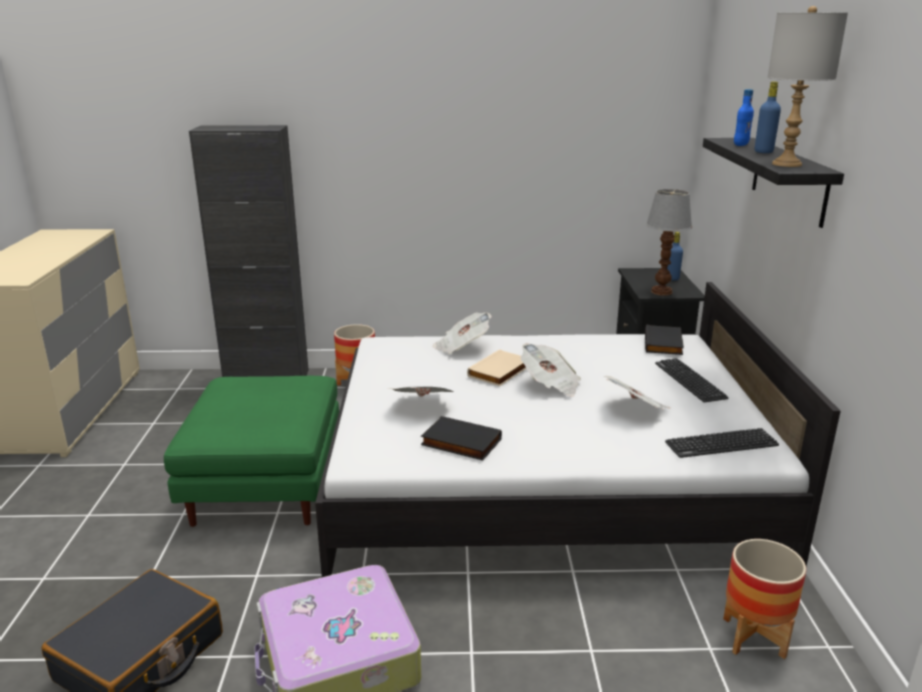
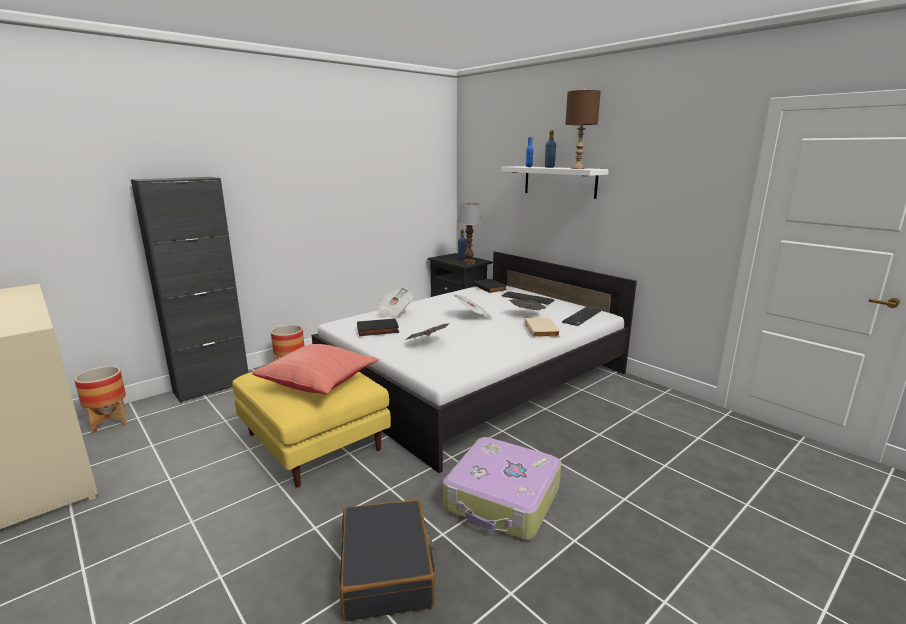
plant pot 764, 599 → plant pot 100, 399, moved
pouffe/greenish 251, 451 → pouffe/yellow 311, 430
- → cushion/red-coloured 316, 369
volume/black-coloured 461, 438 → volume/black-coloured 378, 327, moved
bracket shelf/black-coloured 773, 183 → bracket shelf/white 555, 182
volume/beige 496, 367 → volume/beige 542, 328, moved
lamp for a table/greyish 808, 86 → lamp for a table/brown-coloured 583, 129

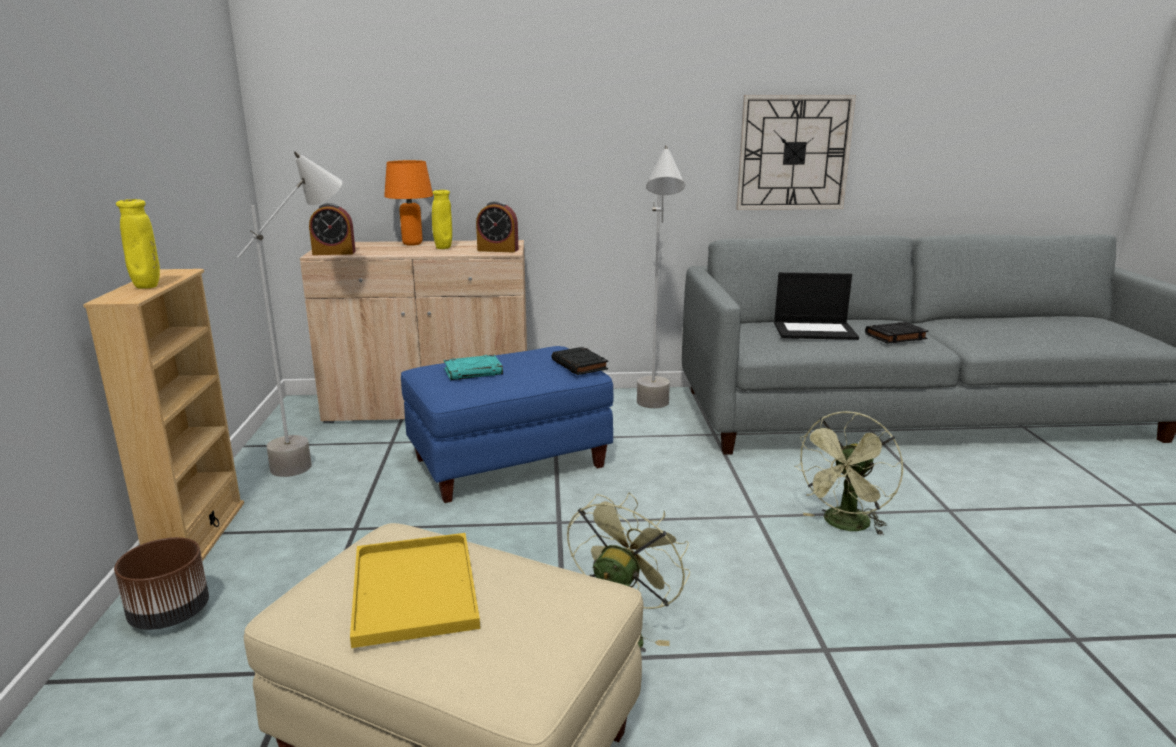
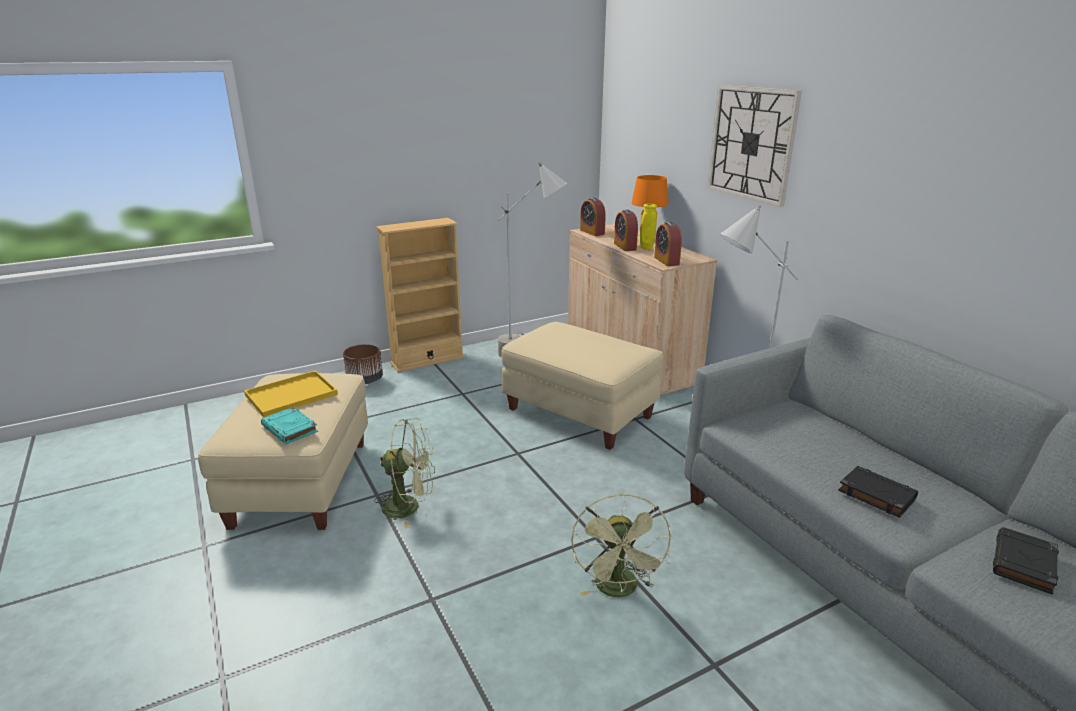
volume/turquoise-coloured 473, 367 → volume/turquoise-coloured 289, 425, moved
pouffe/bluish 507, 424 → pouffe/beige 582, 386
cooling fan/greenish 848, 473 → cooling fan/greenish 621, 546, 105 degrees counterclockwise
- → alarm clock 626, 230
hanging clock 796, 152 → hanging clock 754, 146, moved
volume/black-coloured 580, 361 → volume/black-coloured 1026, 561, moved
decorative vase/yellow 138, 244 → -
laptop 816, 306 → -

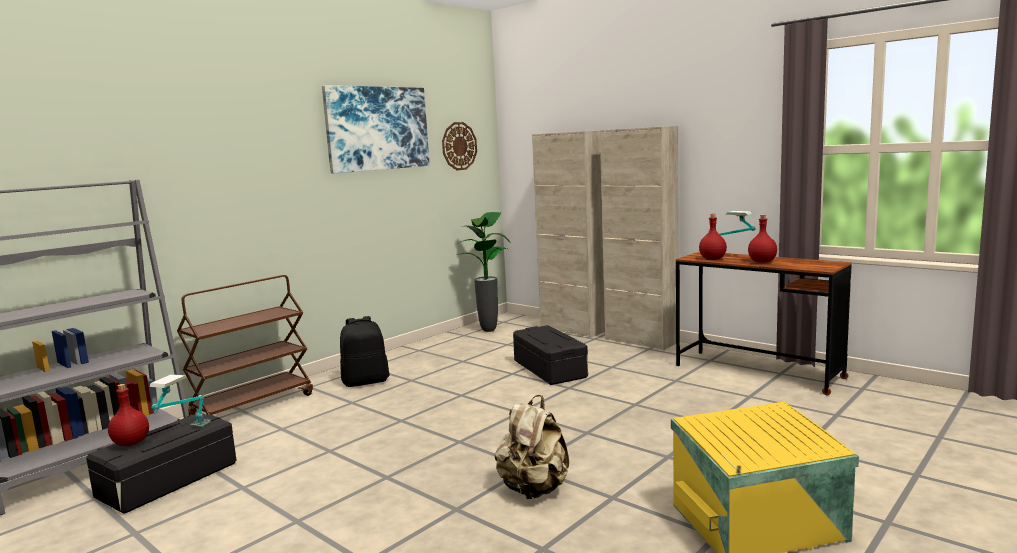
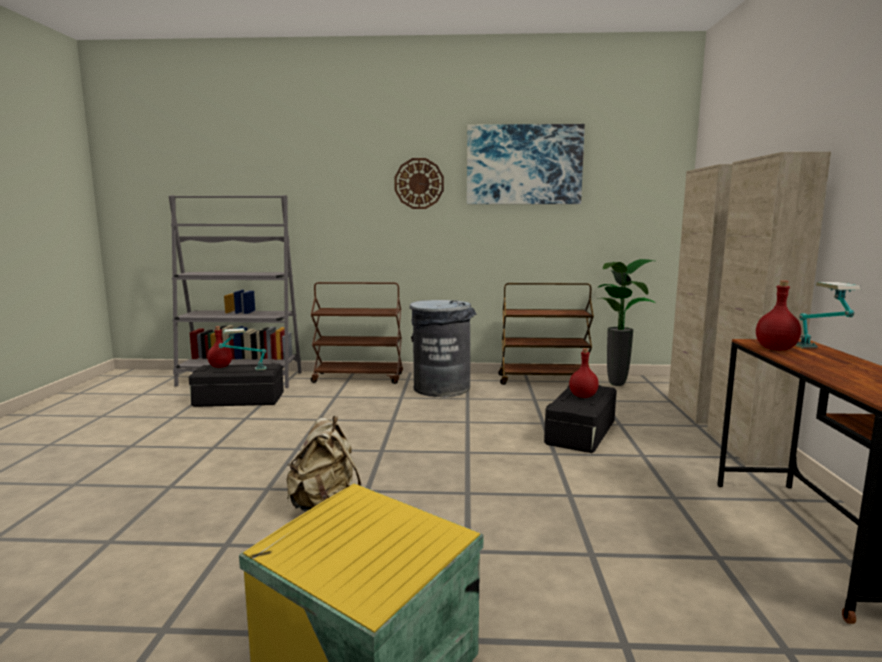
hanging clock 459, 146 → hanging clock 419, 183, moved
backpack/black-coloured 365, 351 → waste bin/greyish 443, 348
- → cart/brown-coloured 546, 334
drink bottle/red-coloured 762, 239 → drink bottle/red-coloured 584, 373, moved

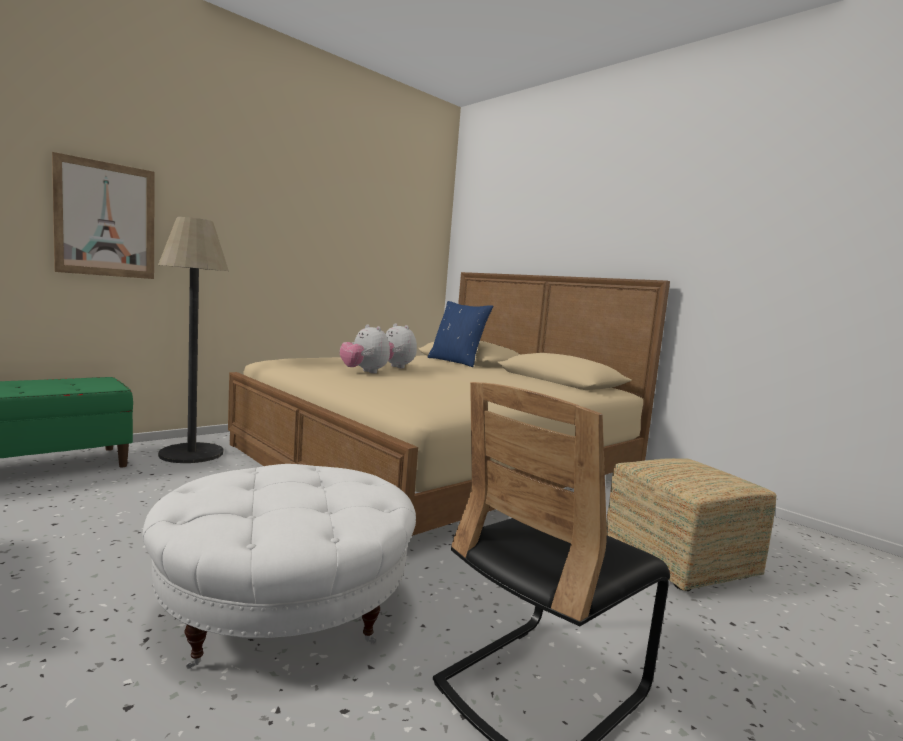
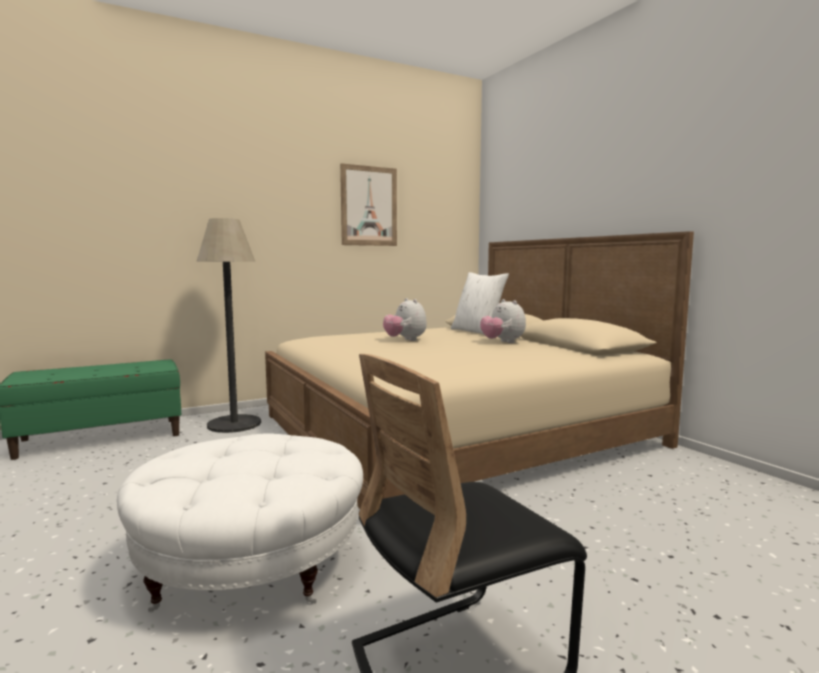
wall art 103, 215 → wall art 368, 204, moved
cushion/bluish 460, 334 → cushion/white 480, 303
plush toy 365, 348 → plush toy 503, 321, moved
pouffe 691, 524 → -

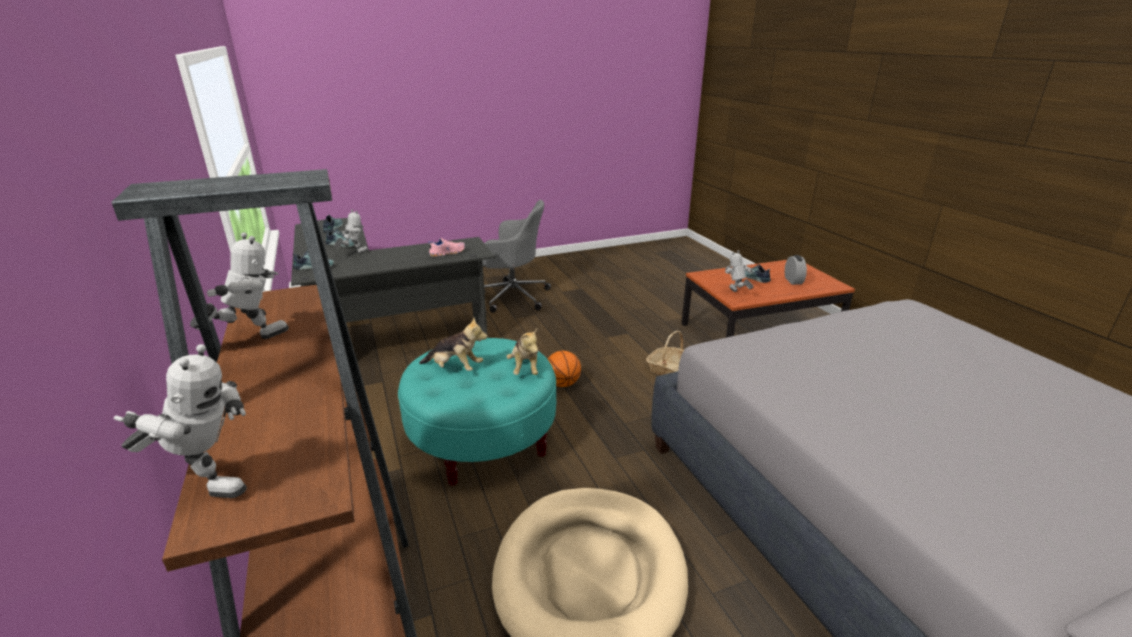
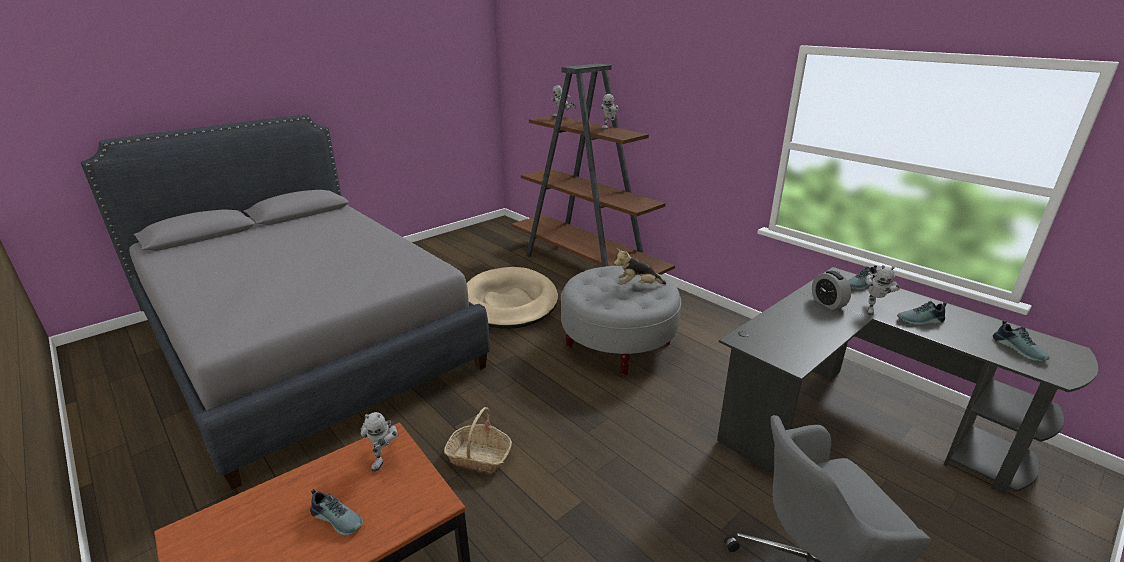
model robot 739, 271 → model robot 380, 442, 45 degrees clockwise
pouffe/turquoise-coloured 477, 412 → pouffe/greyish 621, 321
alarm clock 796, 270 → alarm clock 831, 290, moved
item of footwear/pink 447, 247 → -
plush toy 522, 352 → -
basketball ball 564, 369 → -

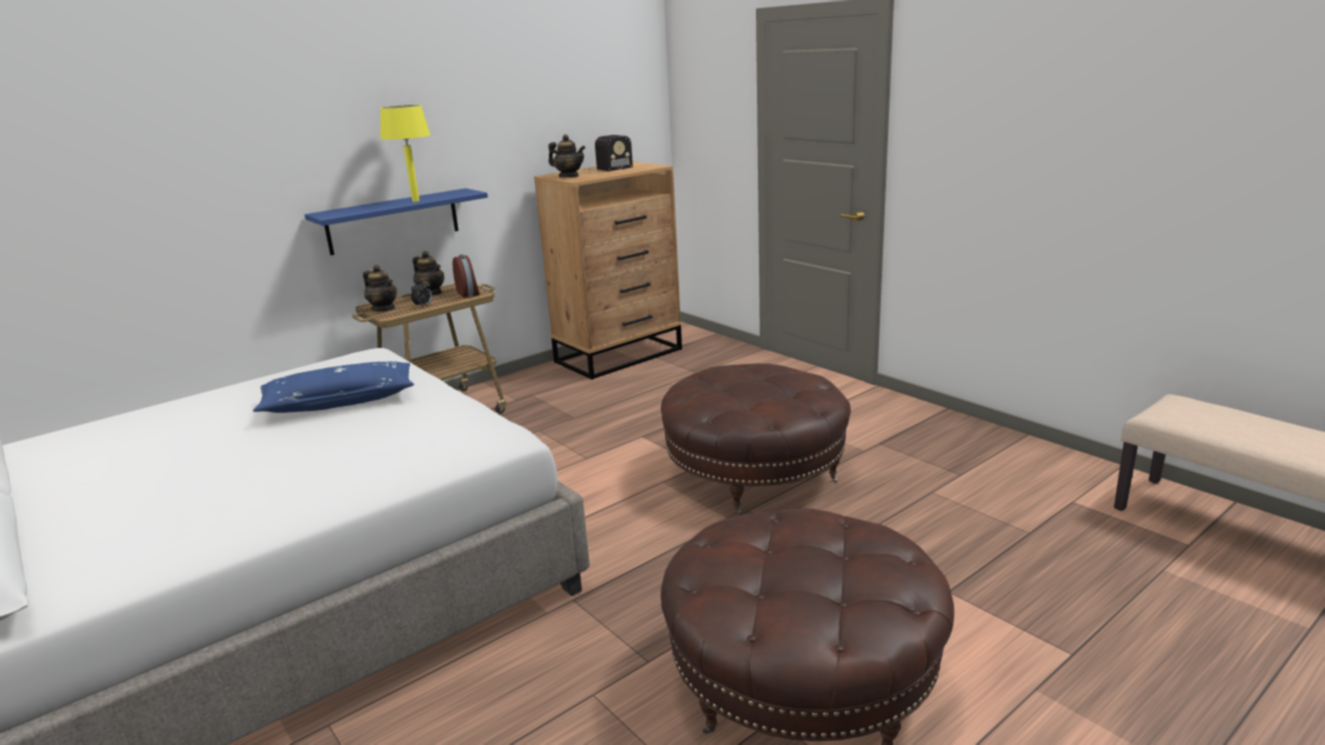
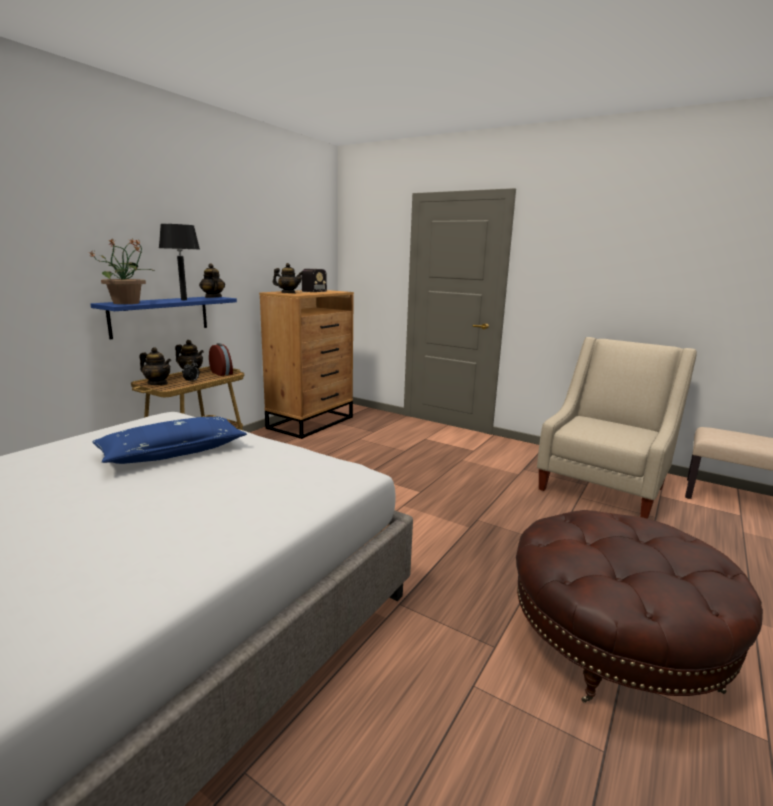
- → plant in a pot 121, 271
lamp for a table/yellow 405, 153 → lamp for a table/black-coloured 179, 262
- → teapot 212, 280
- → armchair/beige 617, 428
pouffe/brown-coloured 756, 438 → -

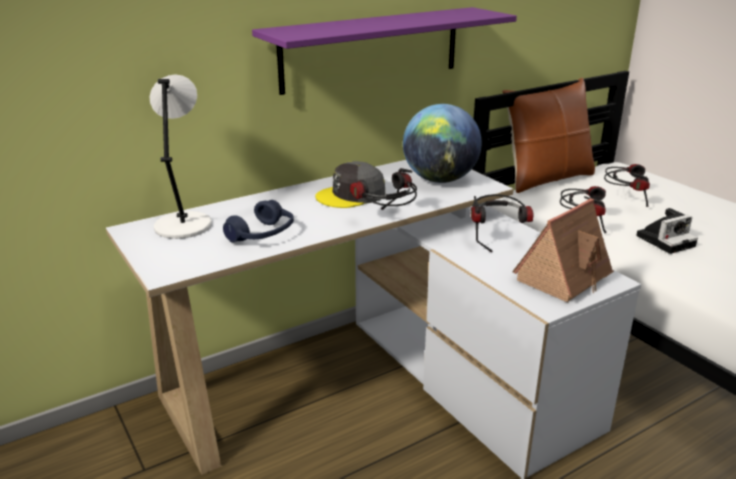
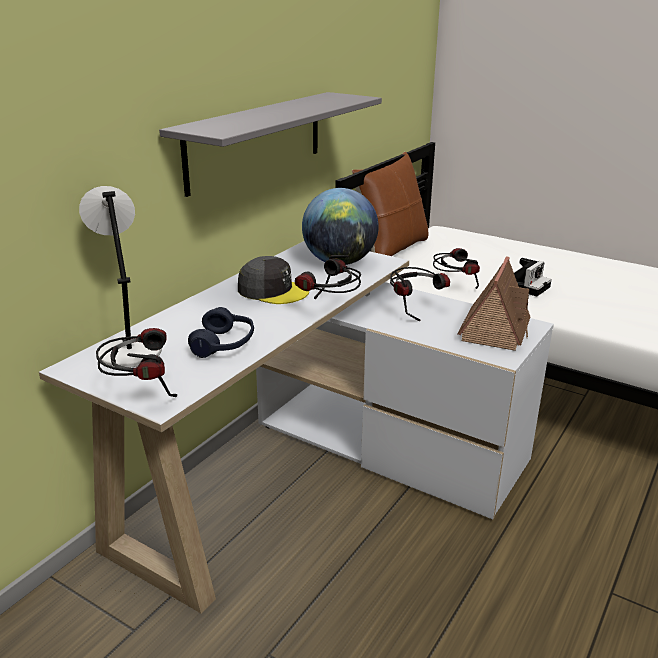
pair of headphones 627, 185 → pair of headphones 136, 362, moved
bracket shelf/purple-coloured 384, 51 → bracket shelf/greyish 270, 144
baseball cap/greyish 350, 184 → baseball cap/greyish 273, 280, 105 degrees counterclockwise

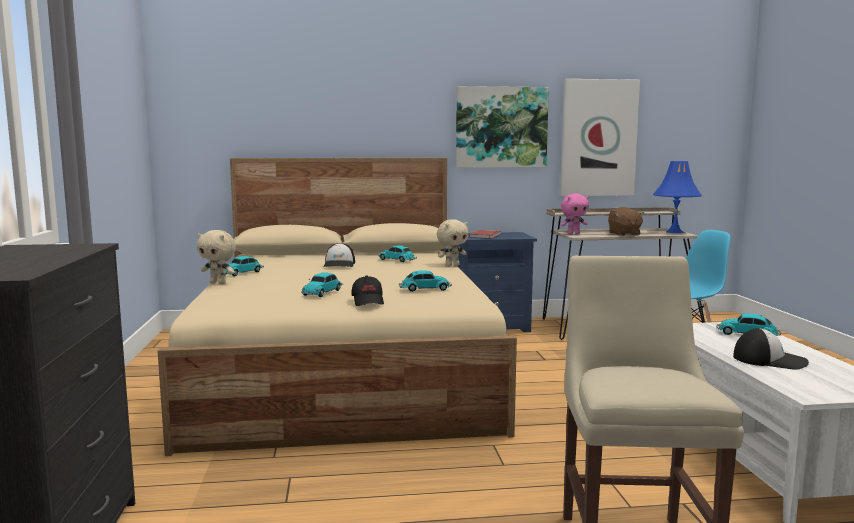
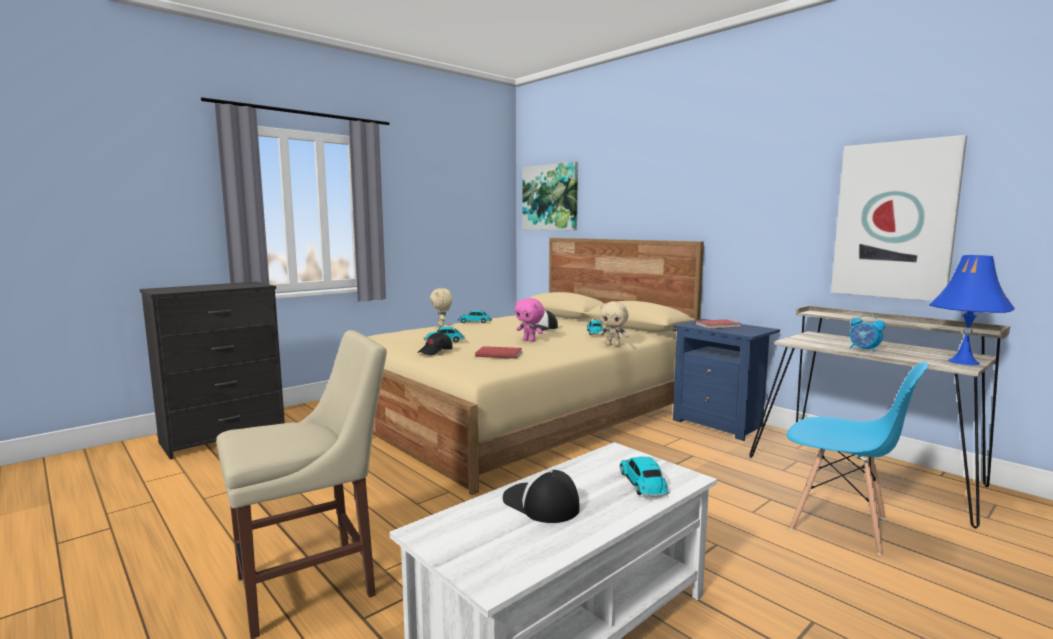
model car 425, 281 → volume/red-coloured 498, 352
baseball cap 771, 349 → baseball cap 541, 496, 150 degrees clockwise
plush toy/pink 575, 213 → plush toy/pink 530, 320, moved
wall art 502, 127 → wall art 550, 196, moved
plush toy/brown-coloured 626, 221 → alarm clock 867, 333

